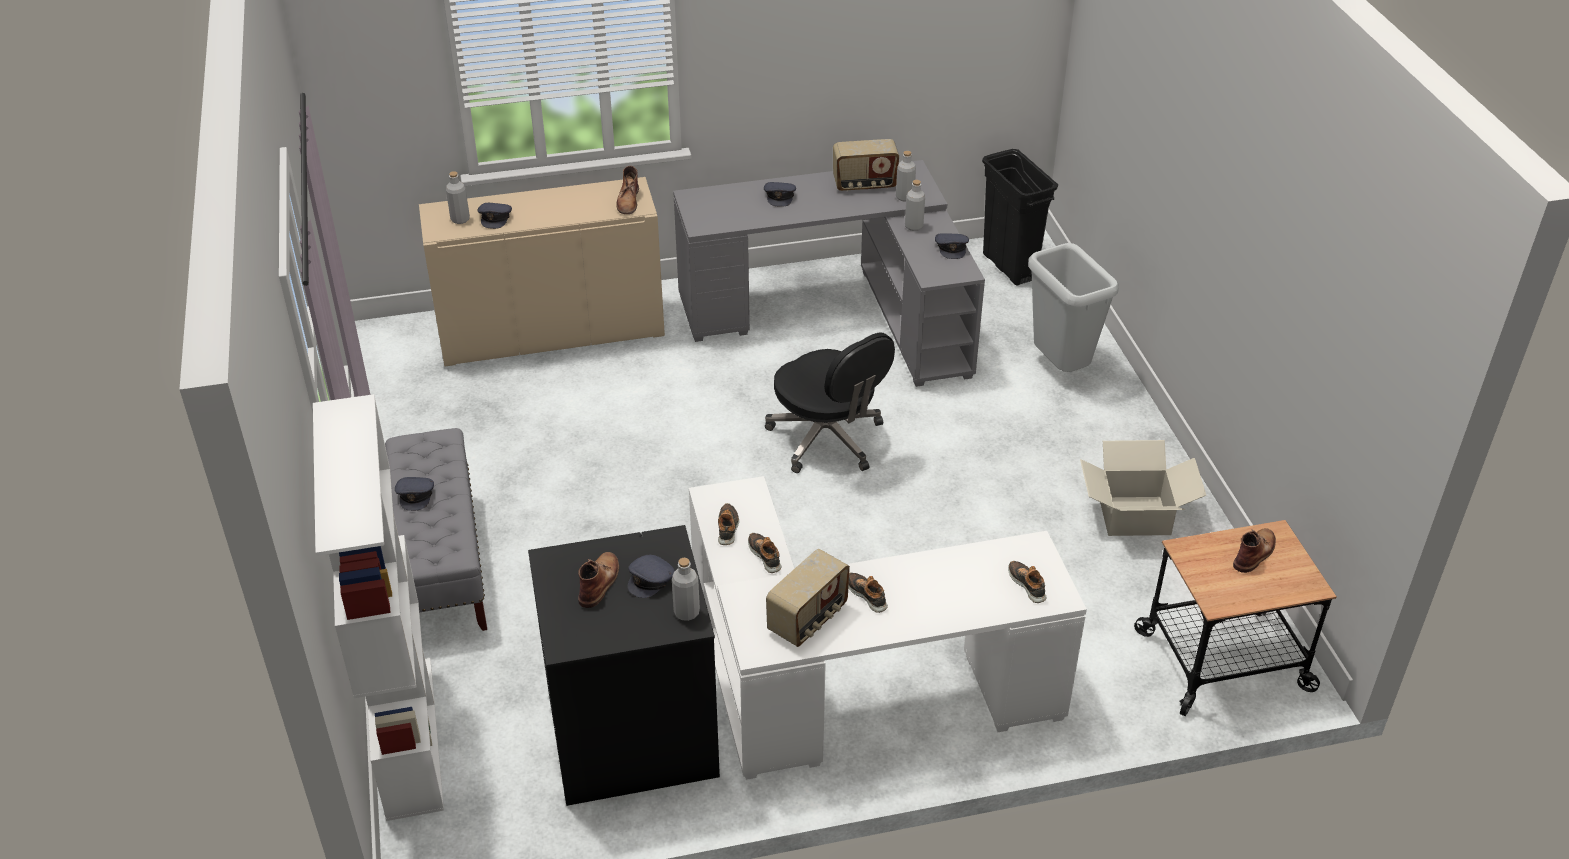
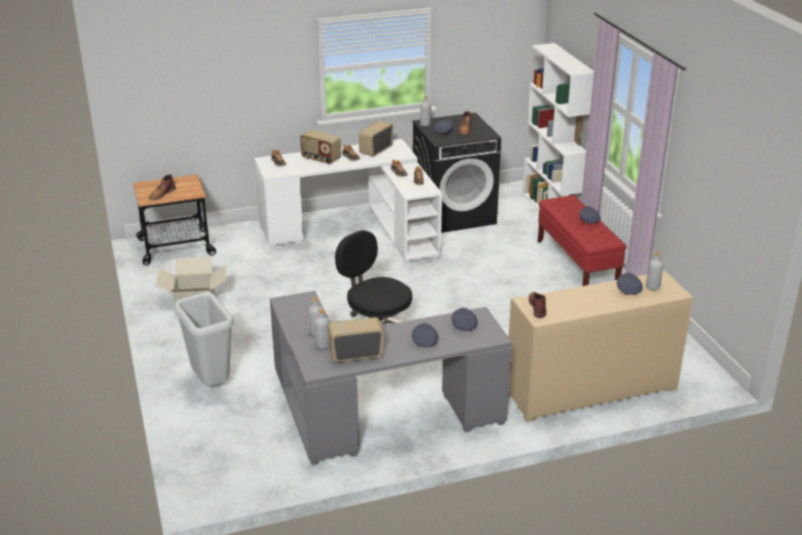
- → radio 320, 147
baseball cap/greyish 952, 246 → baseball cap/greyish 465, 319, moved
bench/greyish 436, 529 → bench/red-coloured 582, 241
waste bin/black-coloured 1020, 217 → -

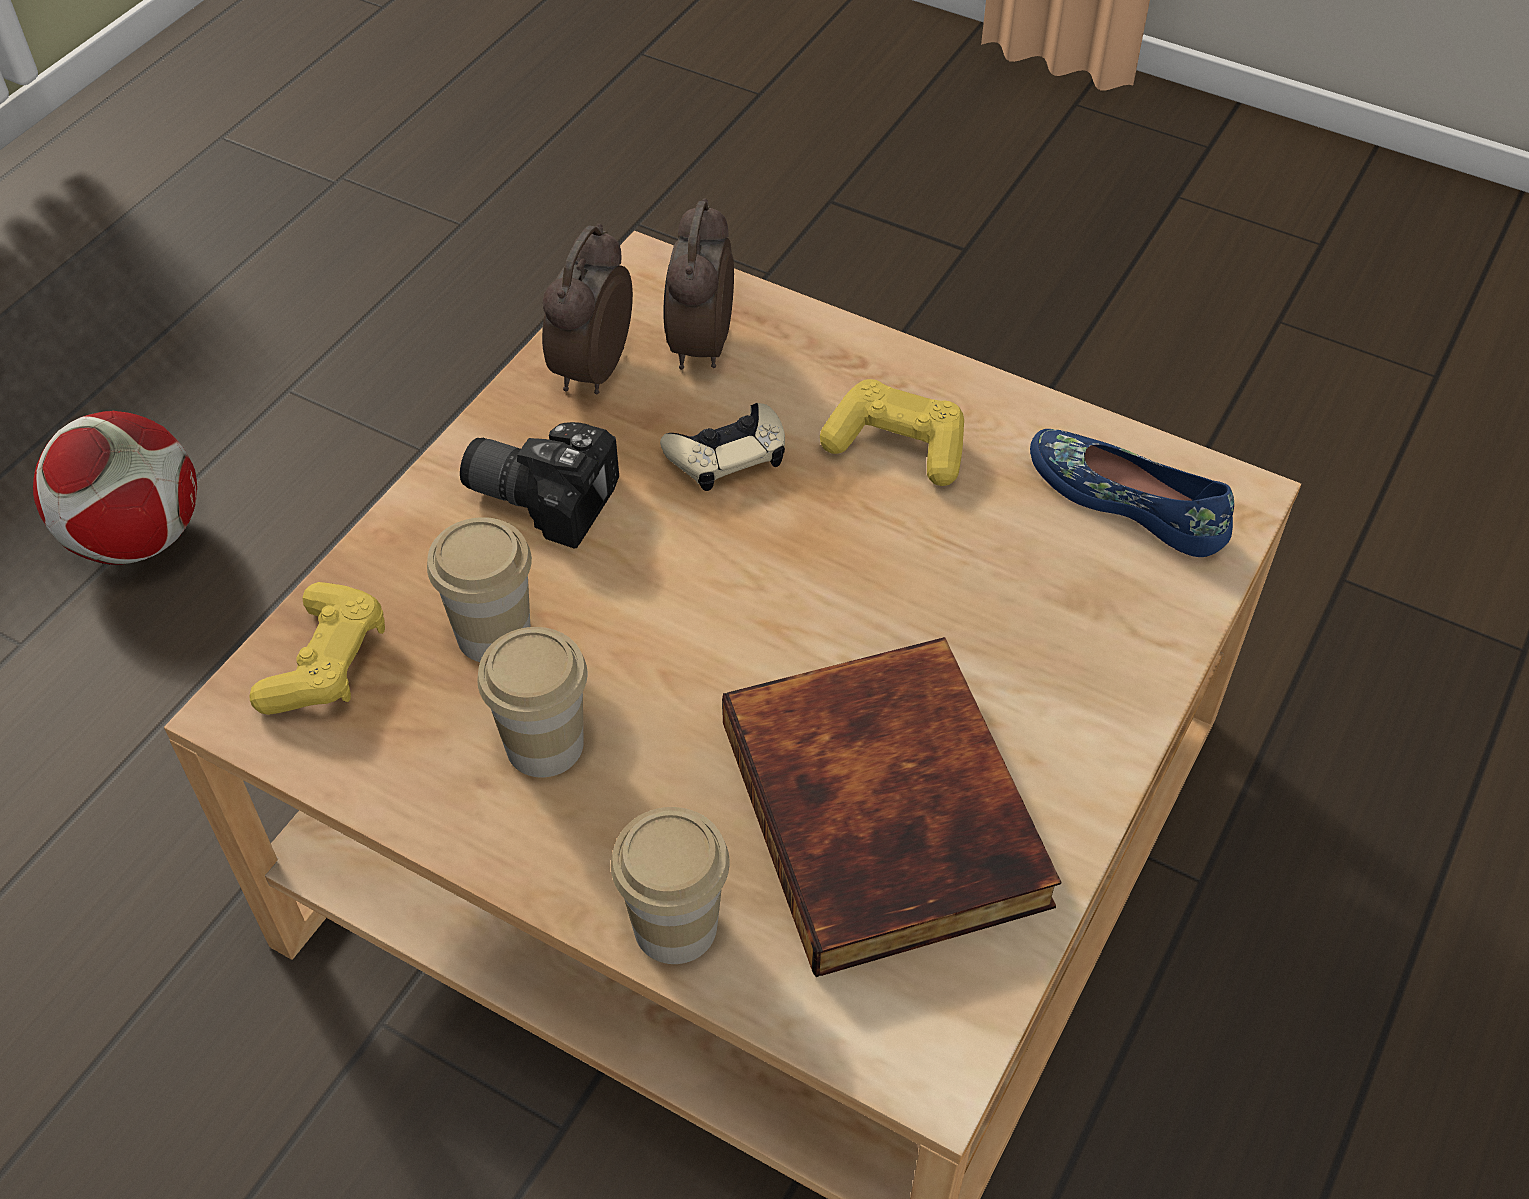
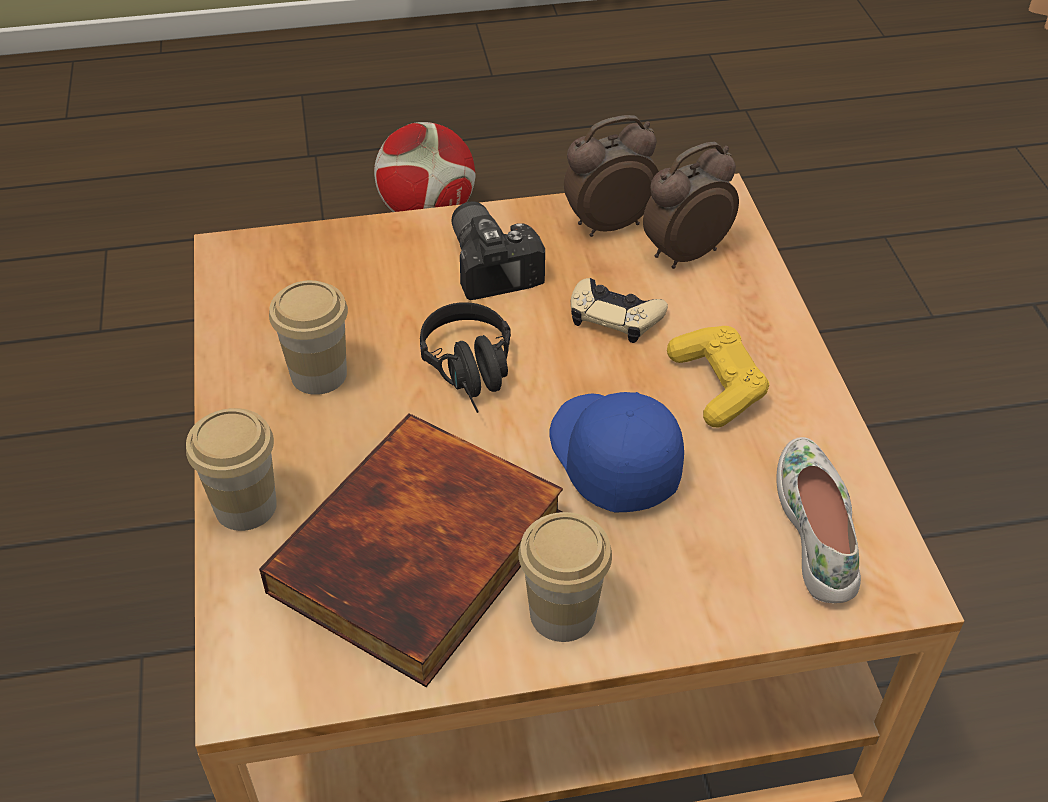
- → pair of headphones/black-coloured 465, 357
cup 479, 589 → cup 565, 577, moved
- → baseball cap/bluish 617, 452
item of footwear/bluish 1132, 493 → item of footwear/white 818, 520
gamepad/yellow 317, 648 → -

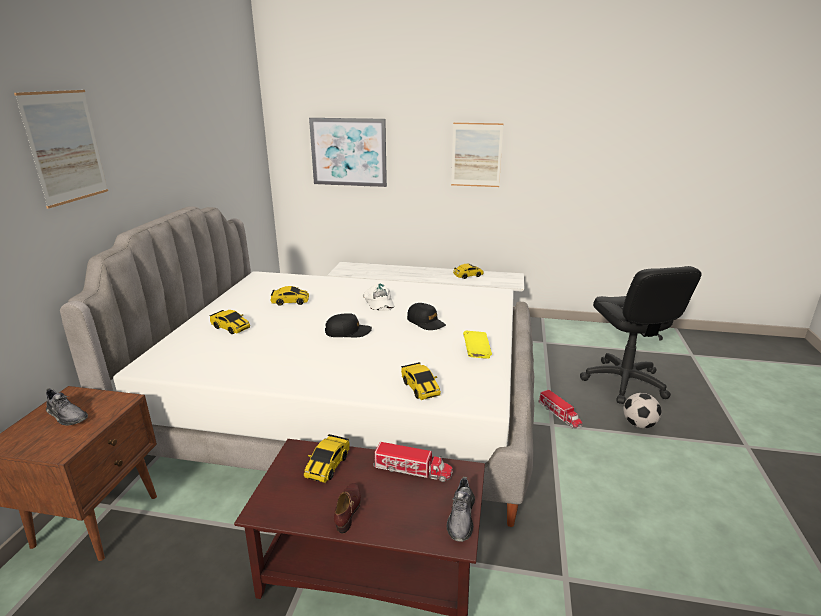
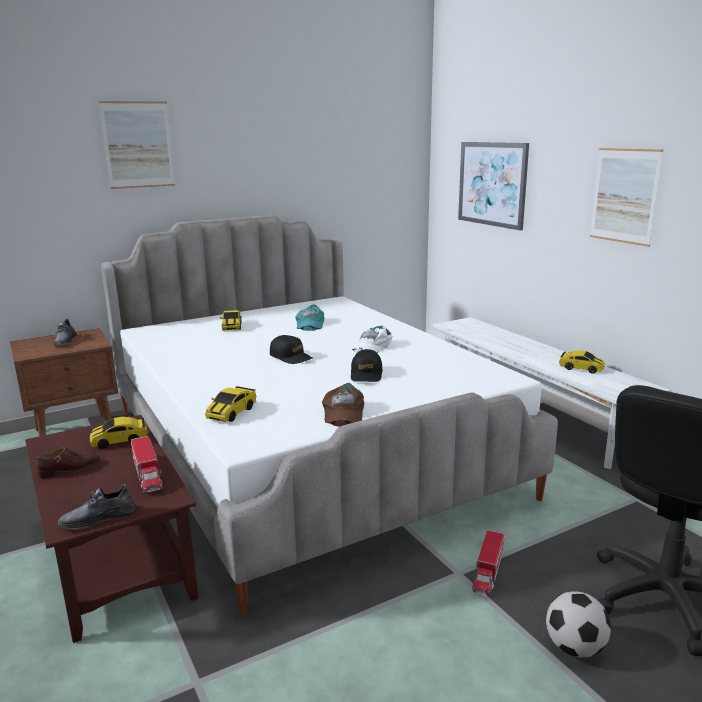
model car 289, 296 → baseball cap/turquoise-coloured 309, 317
volume/yellow 477, 345 → baseball cap/brown-coloured 343, 405

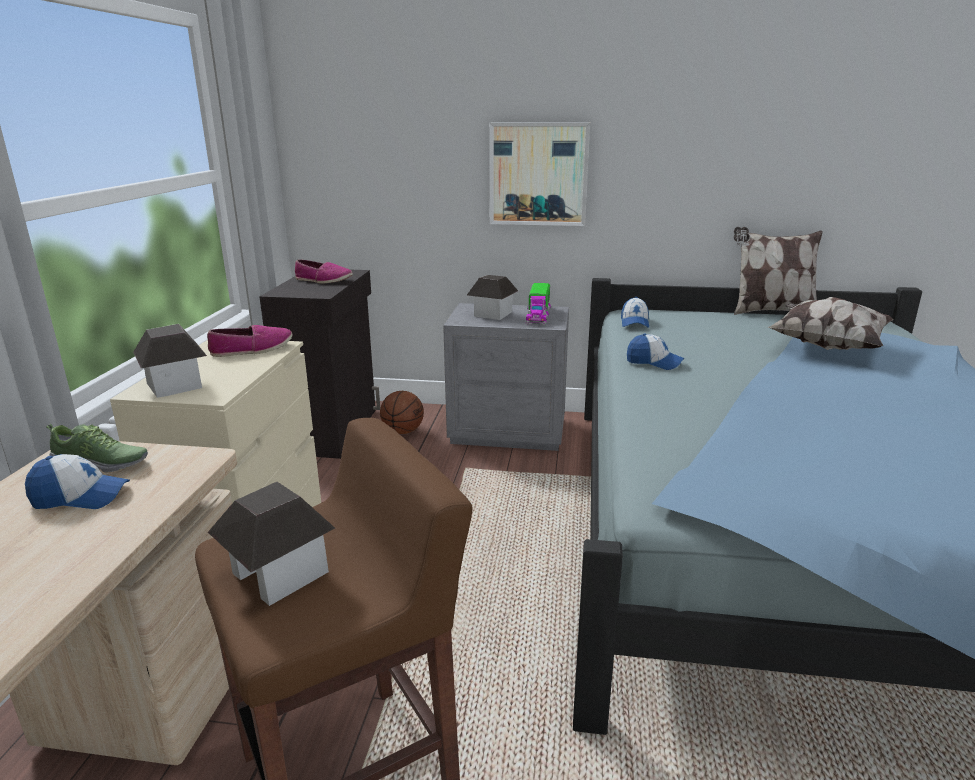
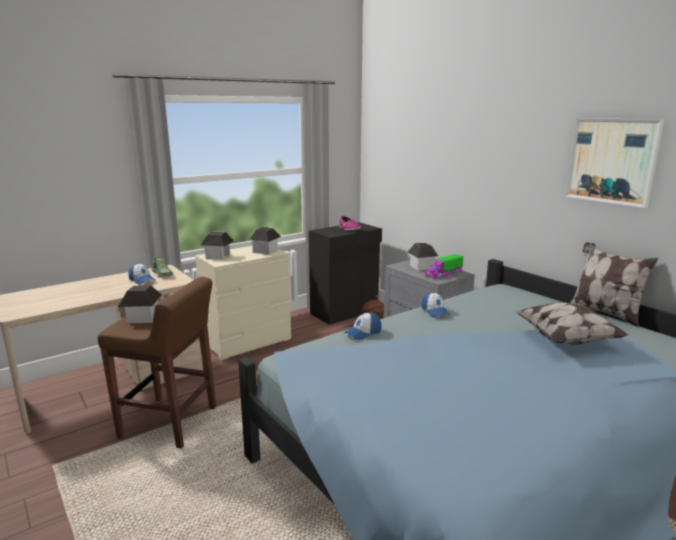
item of footwear 249, 341 → model house 265, 240
baseball cap 635, 312 → baseball cap 363, 326, moved
wall art 539, 174 → wall art 615, 163, moved

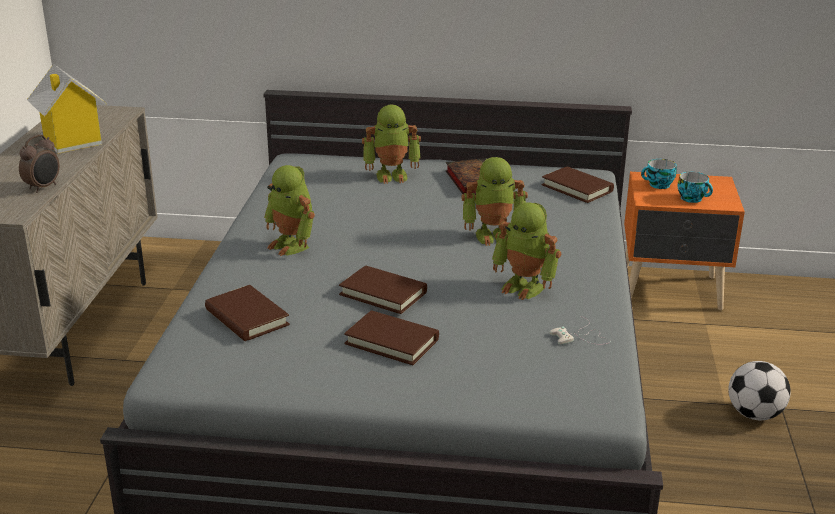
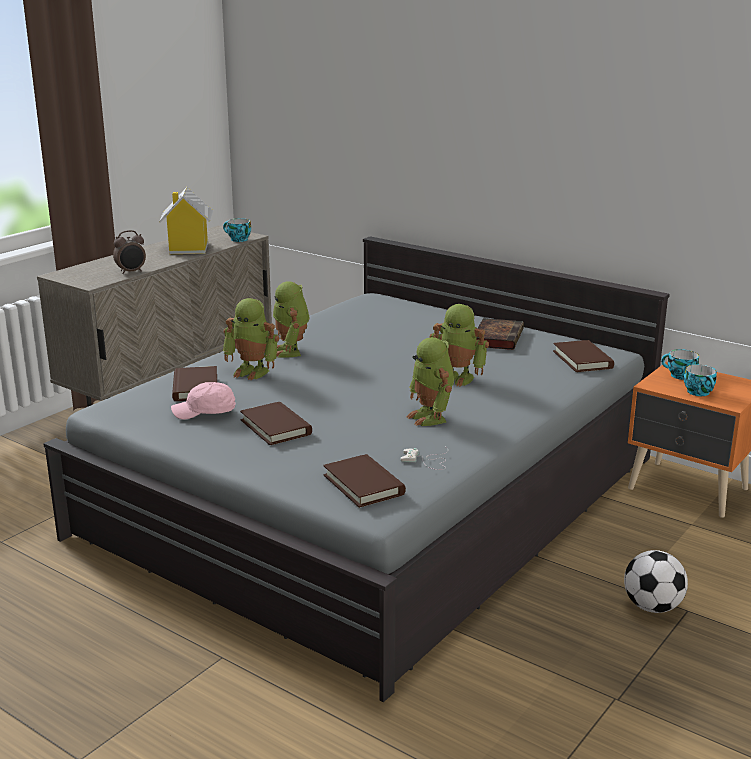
- → baseball cap/pink 203, 401
- → cup 237, 230
model robot 391, 144 → model robot 251, 339, moved
volume/brown-coloured 383, 289 → volume/brown-coloured 364, 481, moved

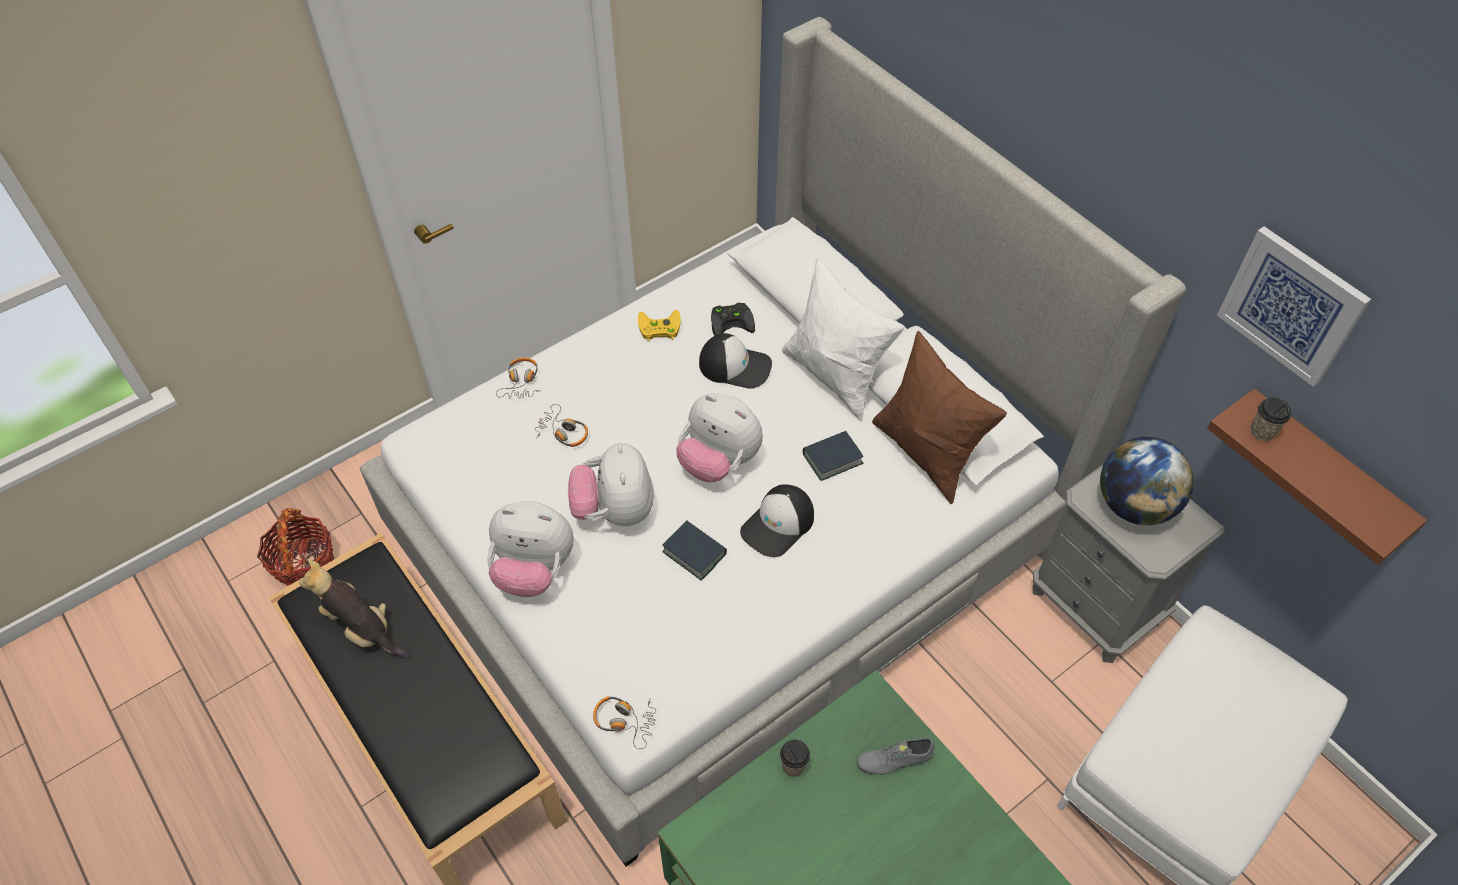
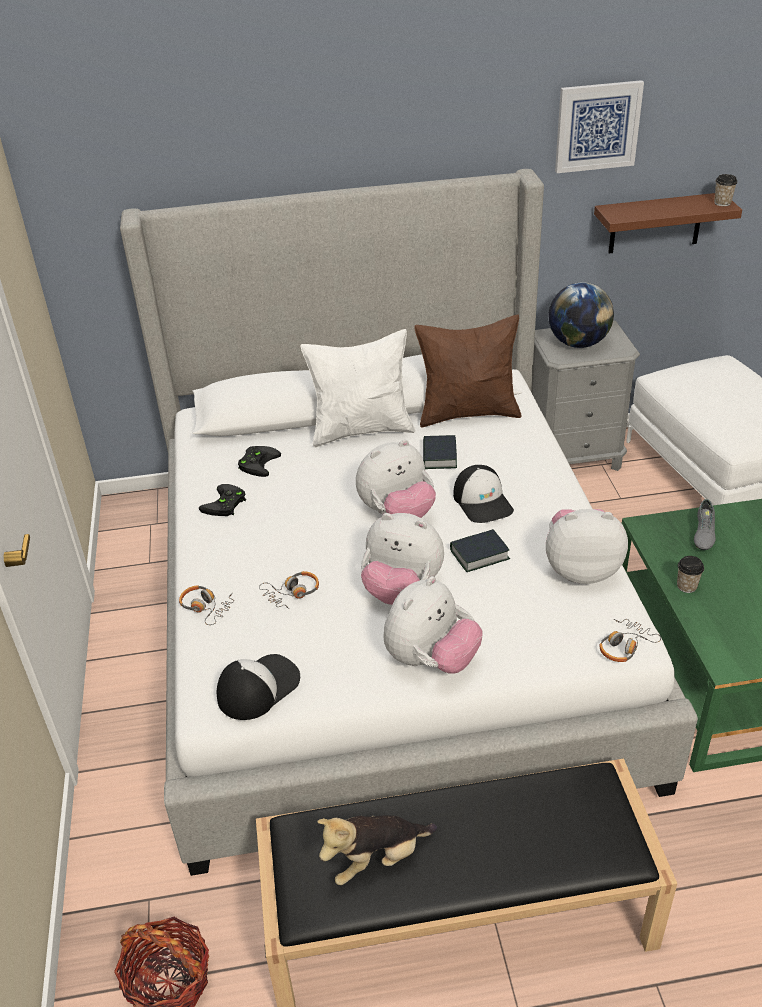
gamepad/yellow 659, 325 → gamepad/black-coloured 222, 500
baseball cap 735, 361 → baseball cap 258, 687, moved
- → plush toy 587, 546
cup 1271, 419 → cup 725, 190, moved

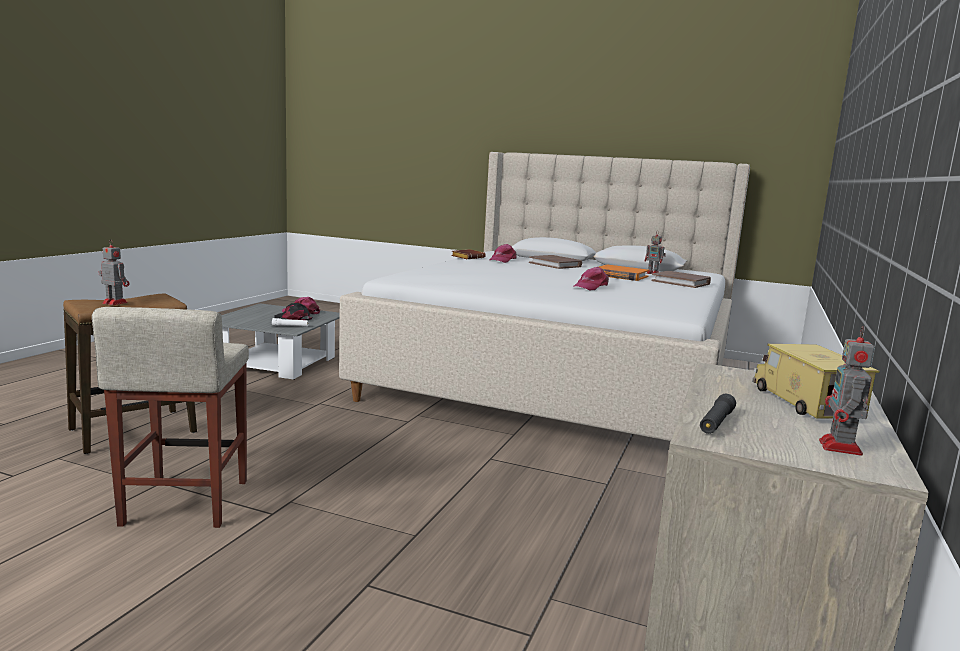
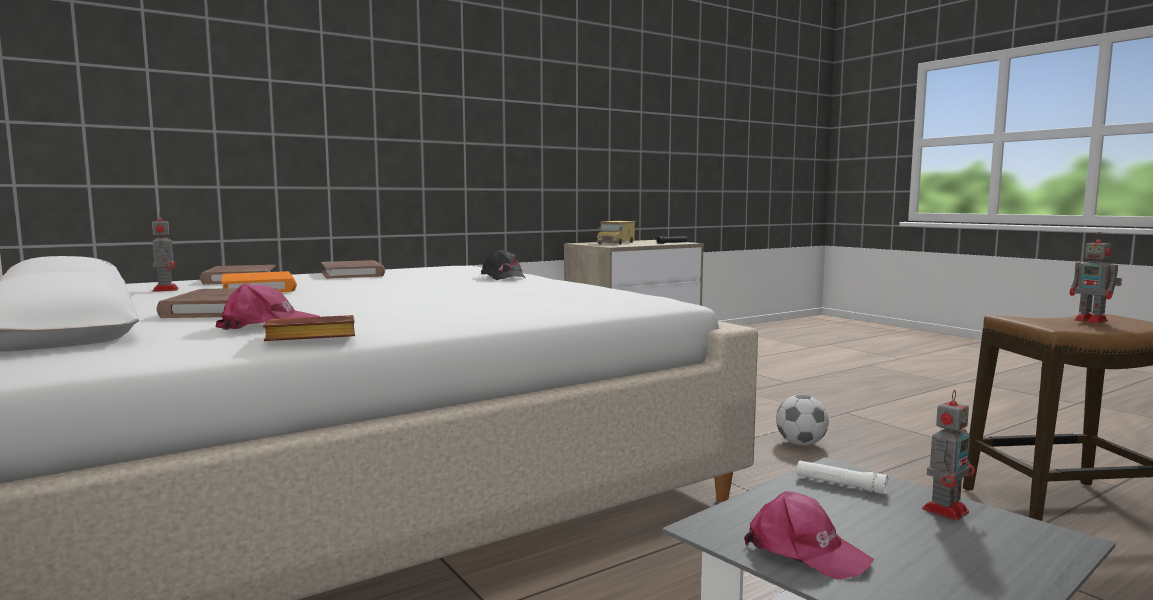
- → volume/brown-coloured 353, 269
baseball cap/black-coloured 293, 312 → baseball cap/black-coloured 503, 265, moved
- → football 802, 420
model robot 847, 391 → model robot 948, 455, moved
stool seat/beige 170, 417 → -
baseball cap/pink 591, 279 → -

